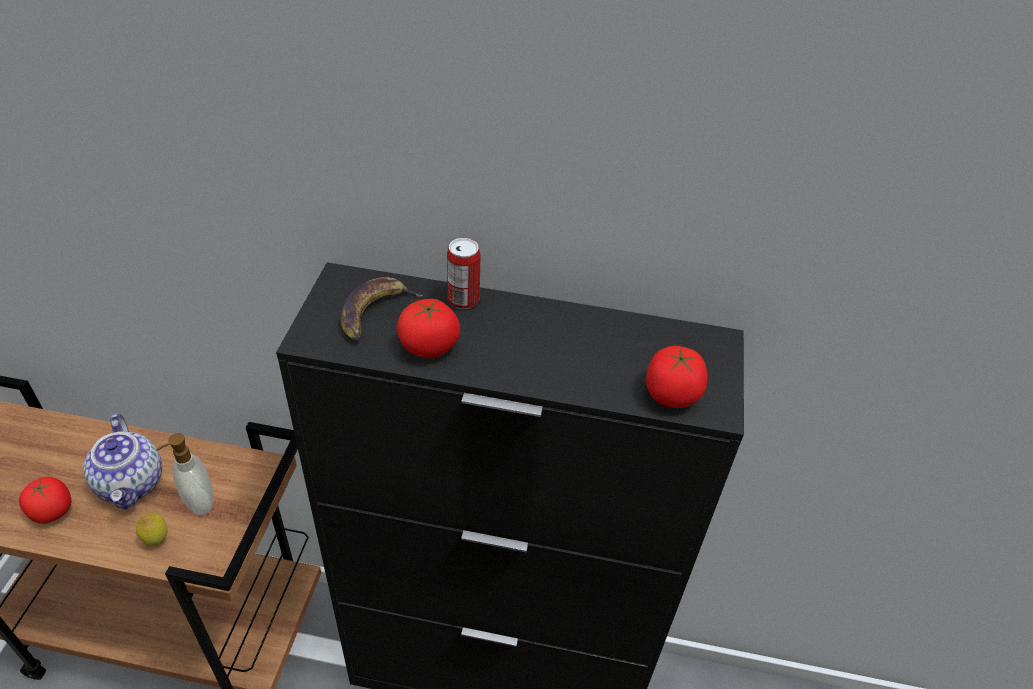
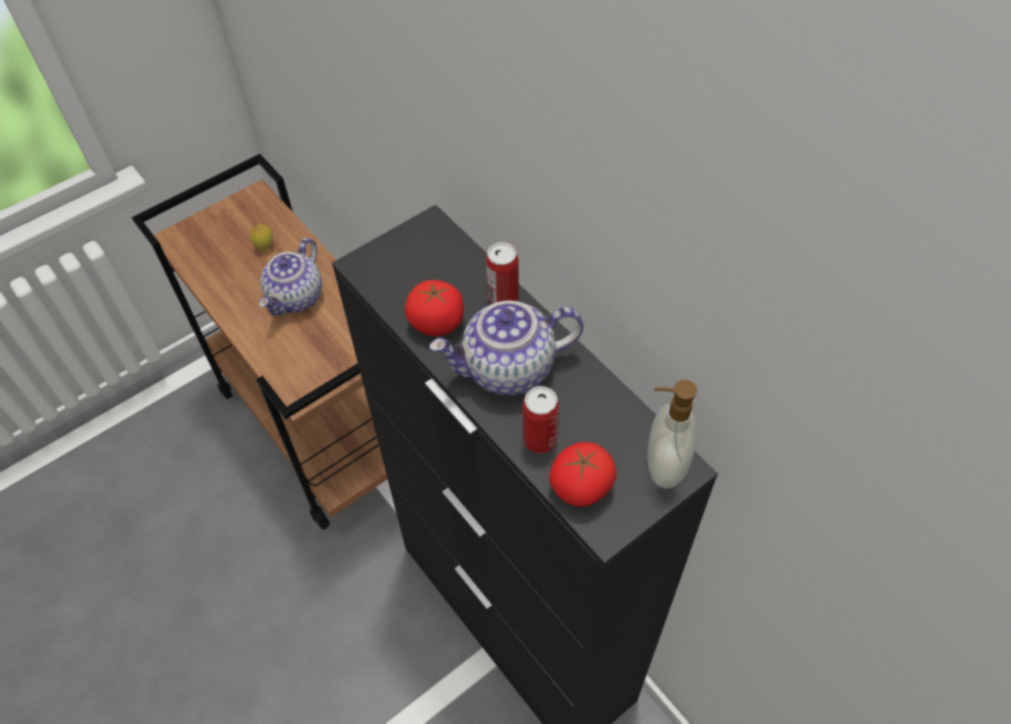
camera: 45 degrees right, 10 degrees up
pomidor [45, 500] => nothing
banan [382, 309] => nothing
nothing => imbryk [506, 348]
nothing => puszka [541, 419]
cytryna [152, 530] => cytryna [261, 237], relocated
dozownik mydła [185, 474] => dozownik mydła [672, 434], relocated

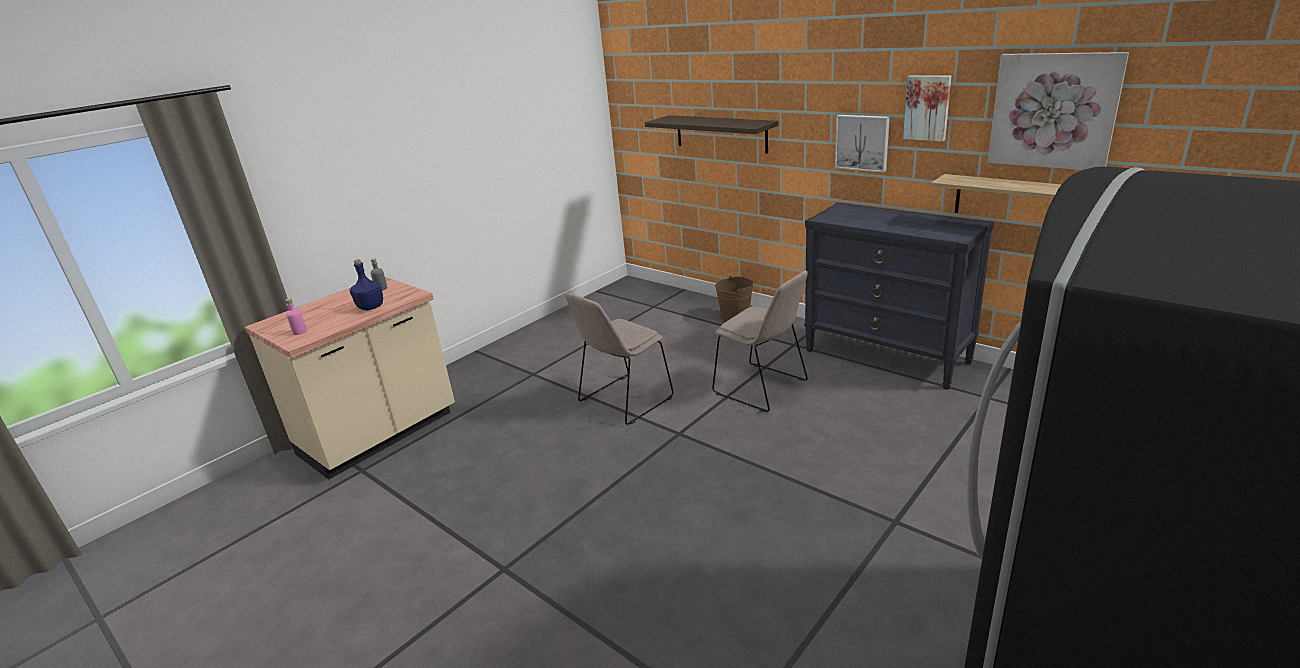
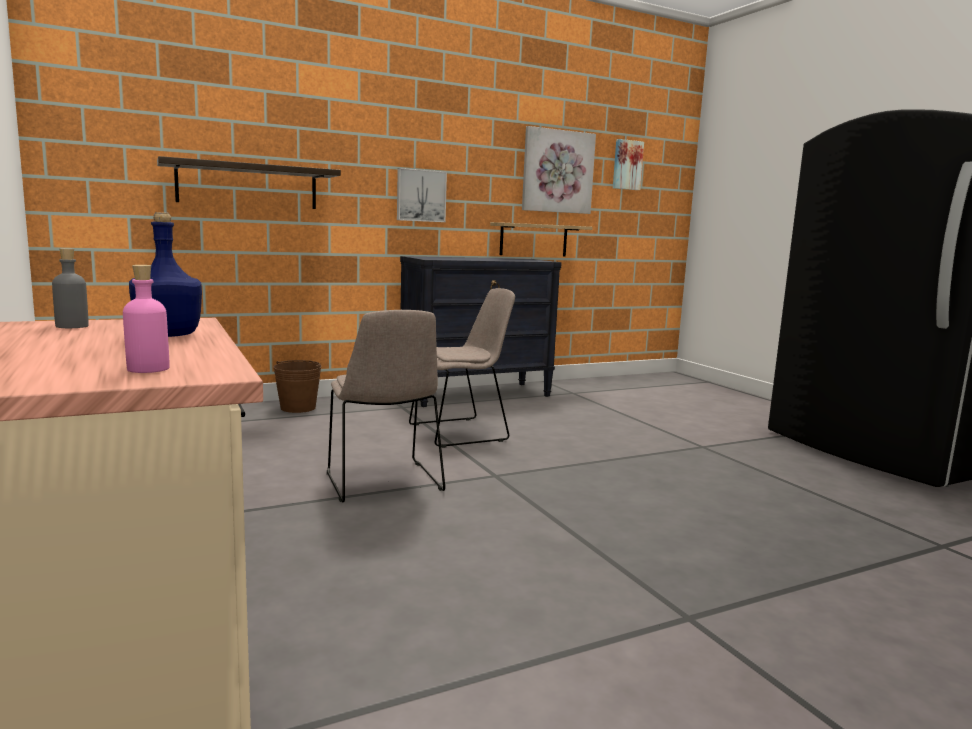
camera: 70 degrees left, 15 degrees down
obraz [927, 108] => obraz [628, 164], relocated

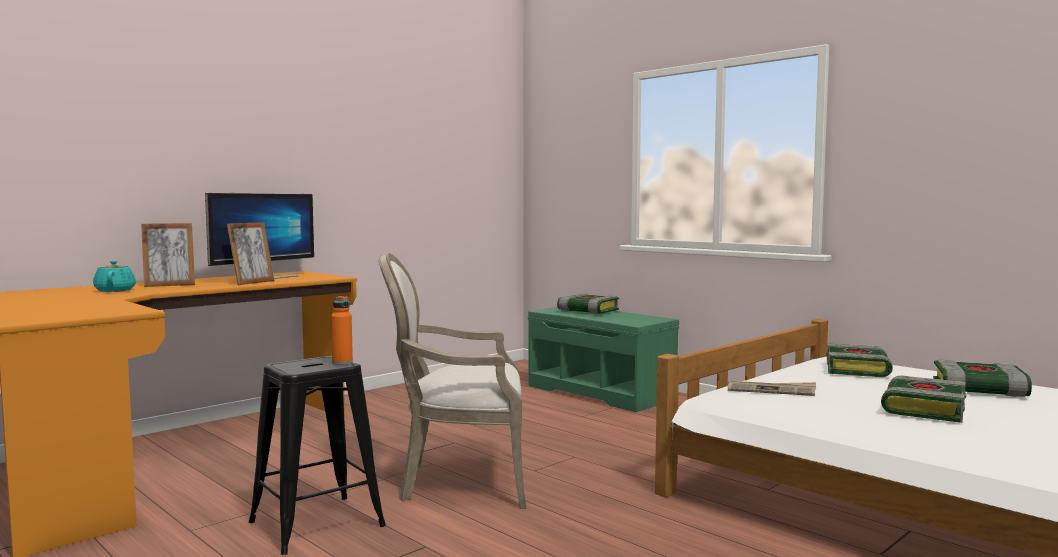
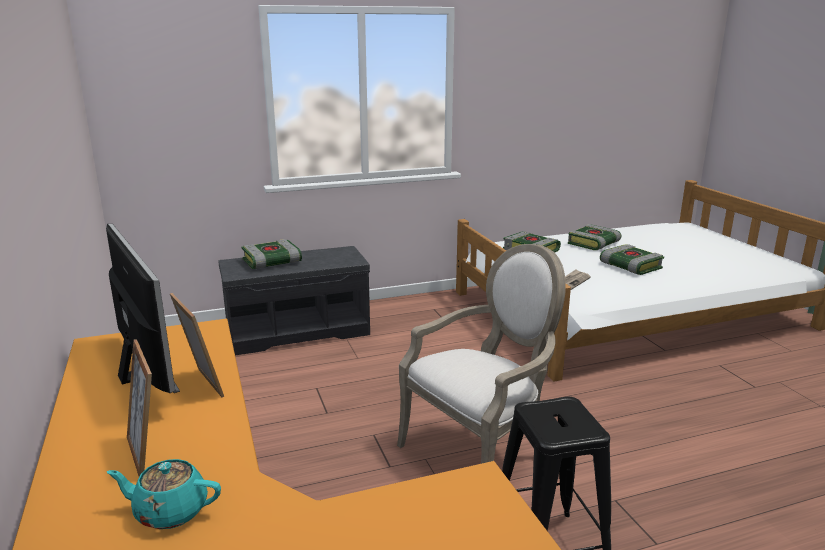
camera: 65 degrees left, 15 degrees up
butelka [pomarańczowy] [342, 330] => nothing
ławka [zielony] [603, 359] => ławka [szary] [294, 300]
ramka na zdjęcie [168, 255] => ramka na zdjęcie [139, 408], 150 degrees clockwise
fotel [452, 381] => fotel [481, 354], 150 degrees counterclockwise

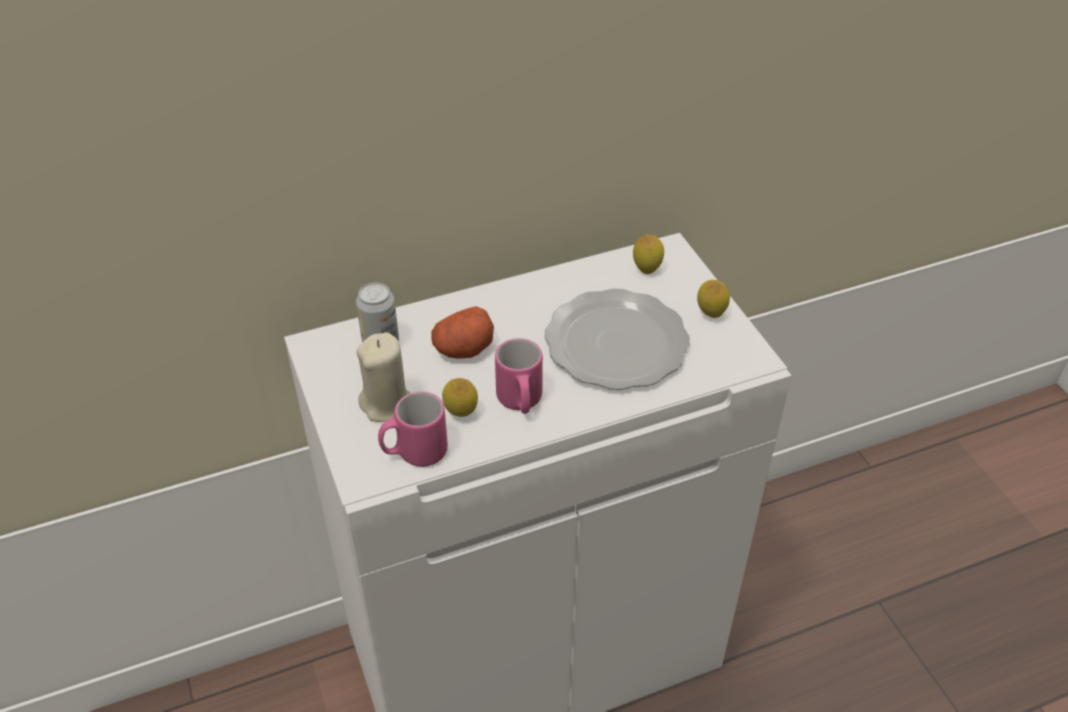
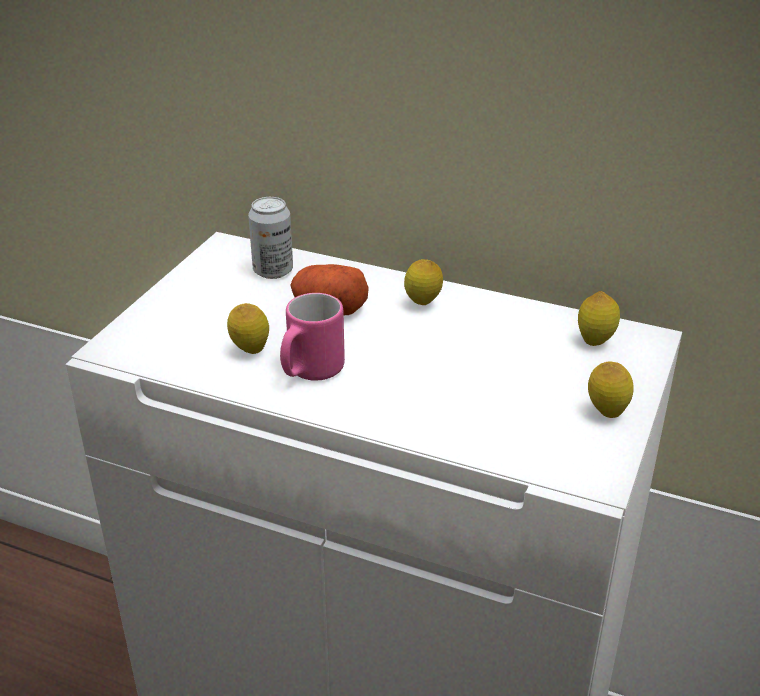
camera: 45 degrees right, 10 degrees down
świeca [beżowy] [384, 377] => nothing
kubek [różowy] [413, 429] => nothing
talerz [617, 339] => nothing
nothing => cytryna [423, 282]

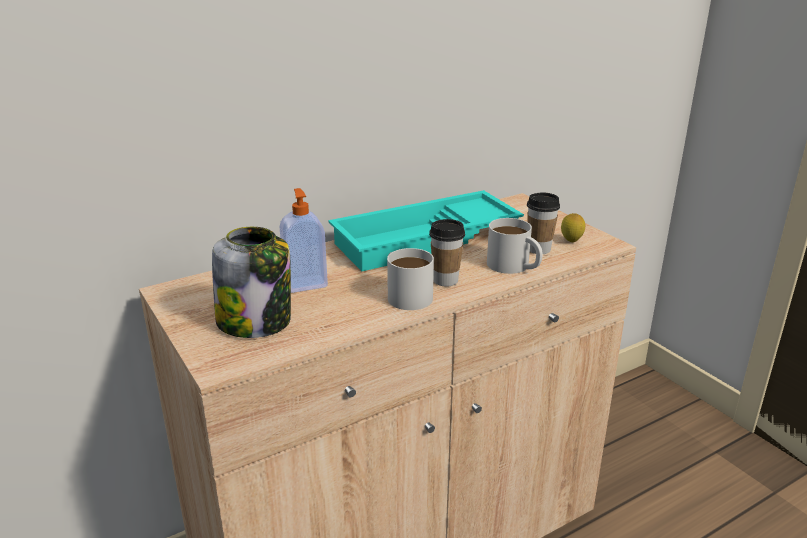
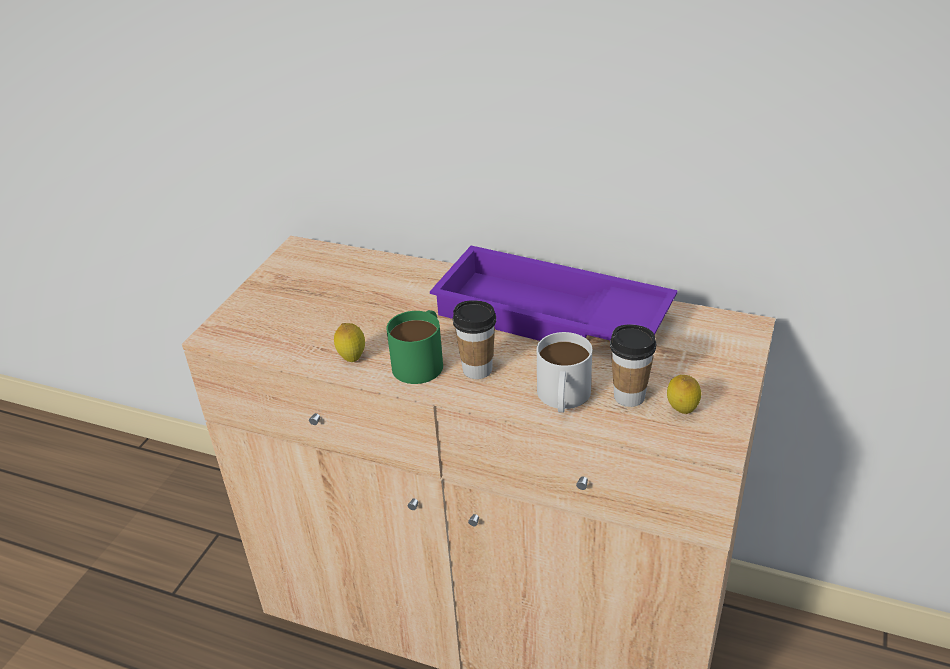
camera: 55 degrees right, 10 degrees up
słoik [251, 282] => nothing
dozownik mydła [304, 240] => nothing
nothing => cytryna [349, 342]
taca [turkusowy] [426, 230] => taca [fioletowy] [554, 293]
kubek [biały] [410, 279] => kubek [zielony] [414, 347]

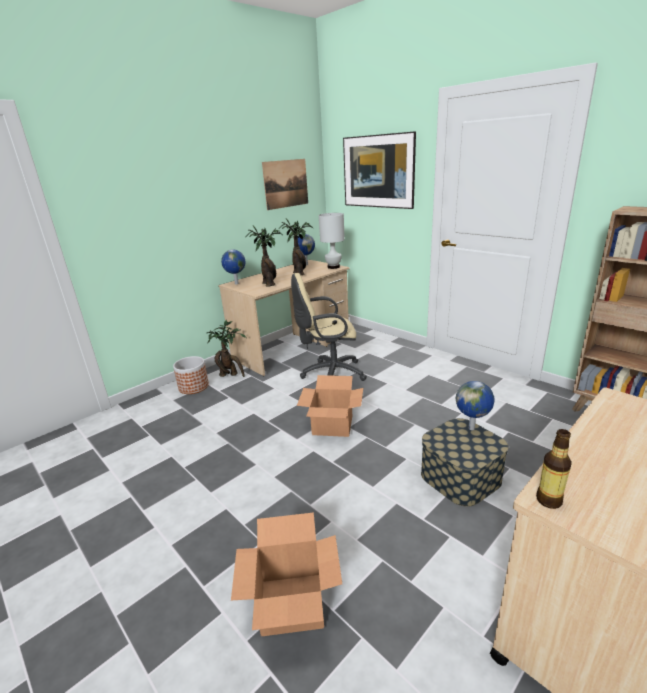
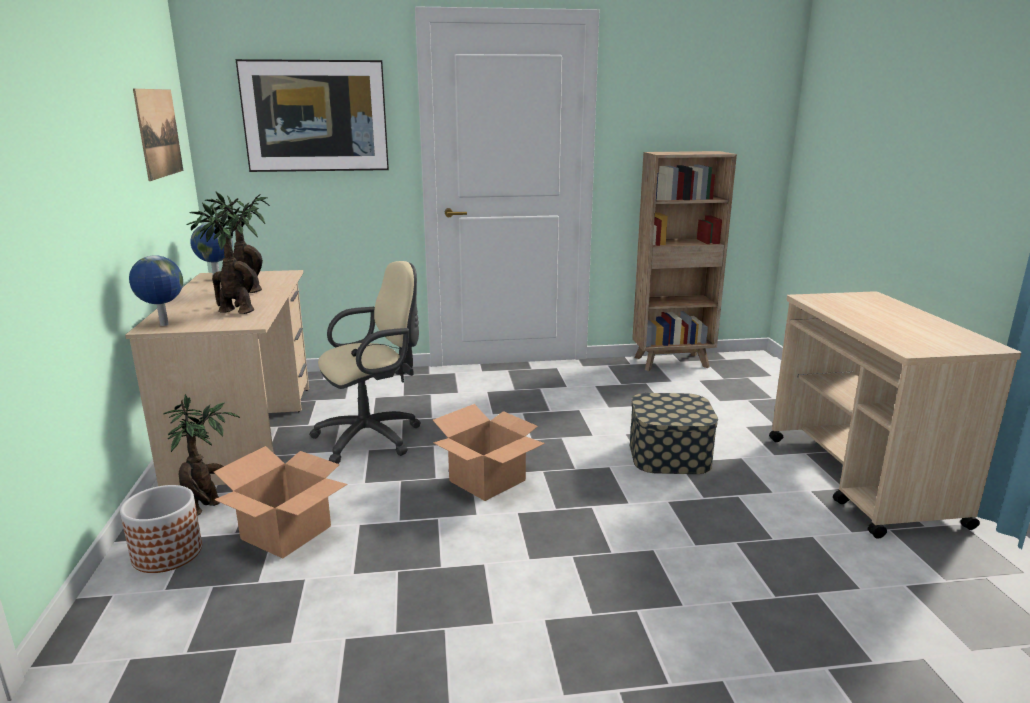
camera: 55 degrees left, 5 degrees down
lampa stołowa [biały] [332, 241] => nothing
globus [475, 405] => nothing
butelka [554, 469] => nothing
karton [286, 574] => karton [281, 502], relocated
krzesło biurowe [beżowy] [329, 327] => krzesło biurowe [beżowy] [365, 362], 150 degrees counterclockwise

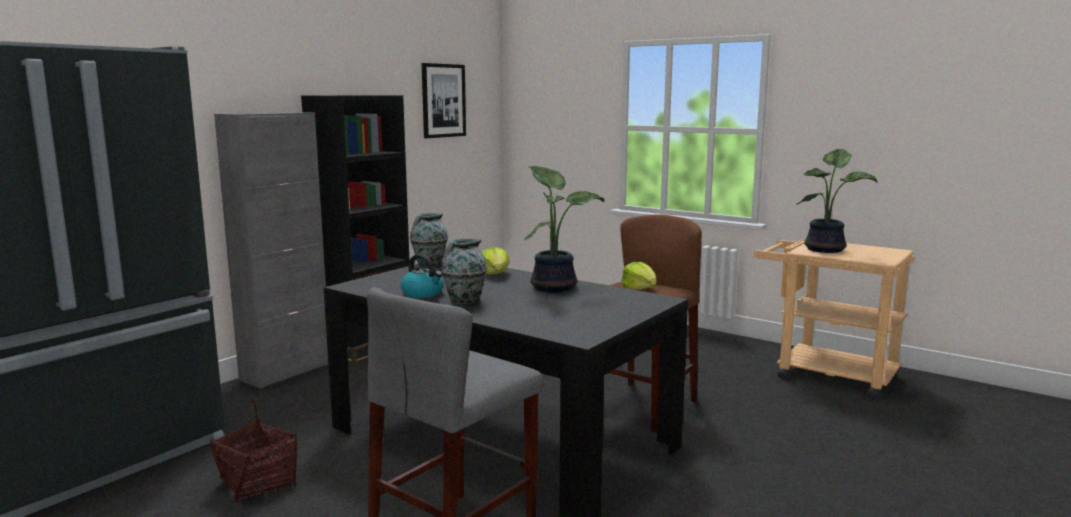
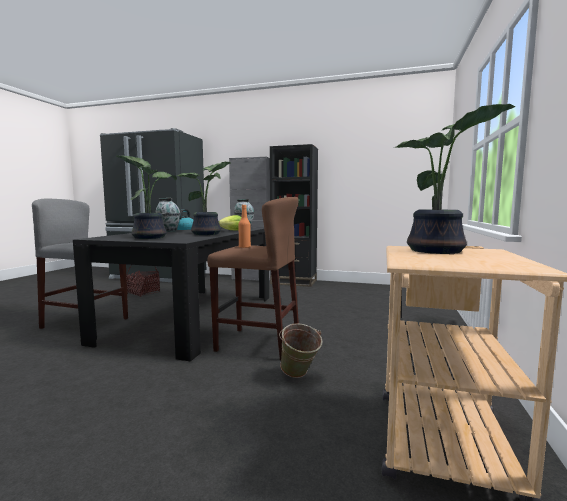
camera: 70 degrees right, 5 degrees down
obraz [444, 100] => nothing
nothing => roślina doniczkowa [146, 197]
nothing => wiadro [zielony] [300, 350]
sałata [639, 276] => butelka [pomarańczowy] [244, 226]

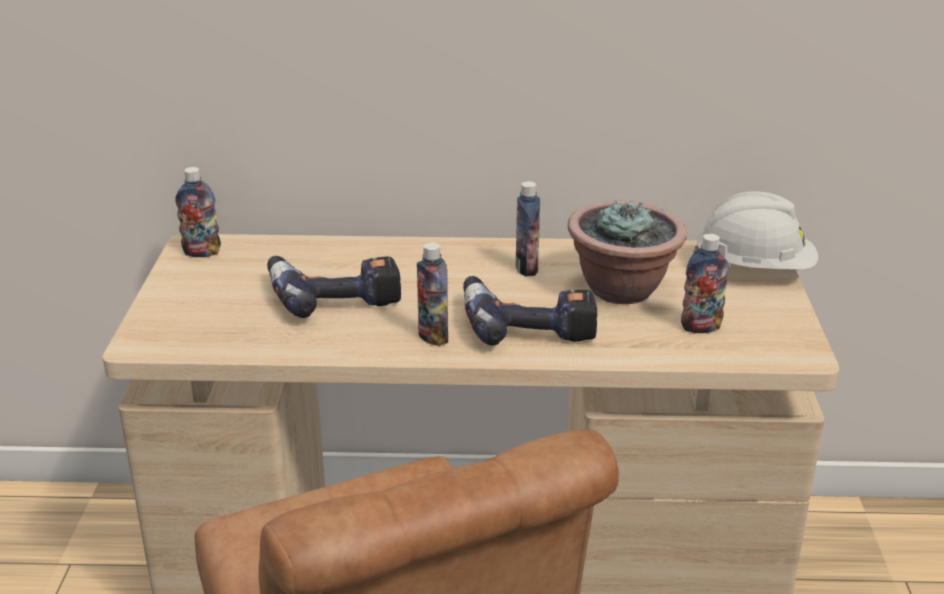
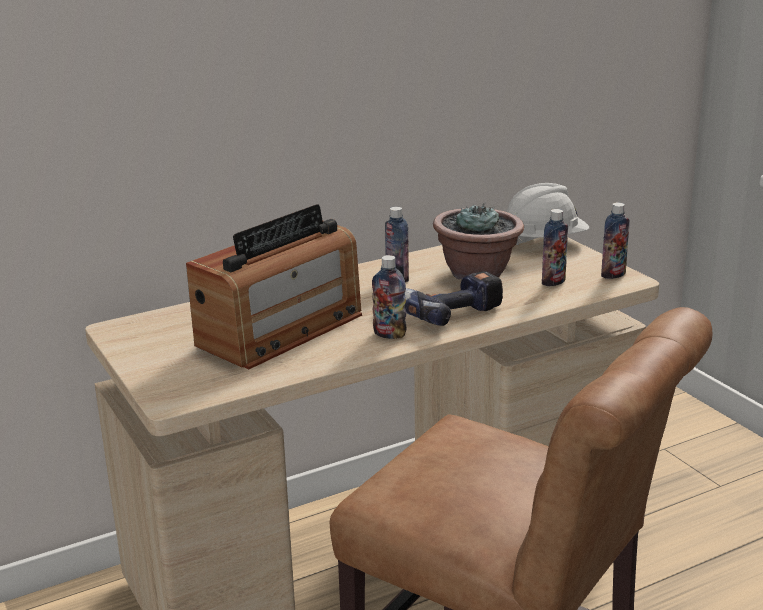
camera: 30 degrees left, 5 degrees down
butelka [198, 212] => butelka [615, 241], relocated
wiertarka [334, 287] => radio [274, 286]

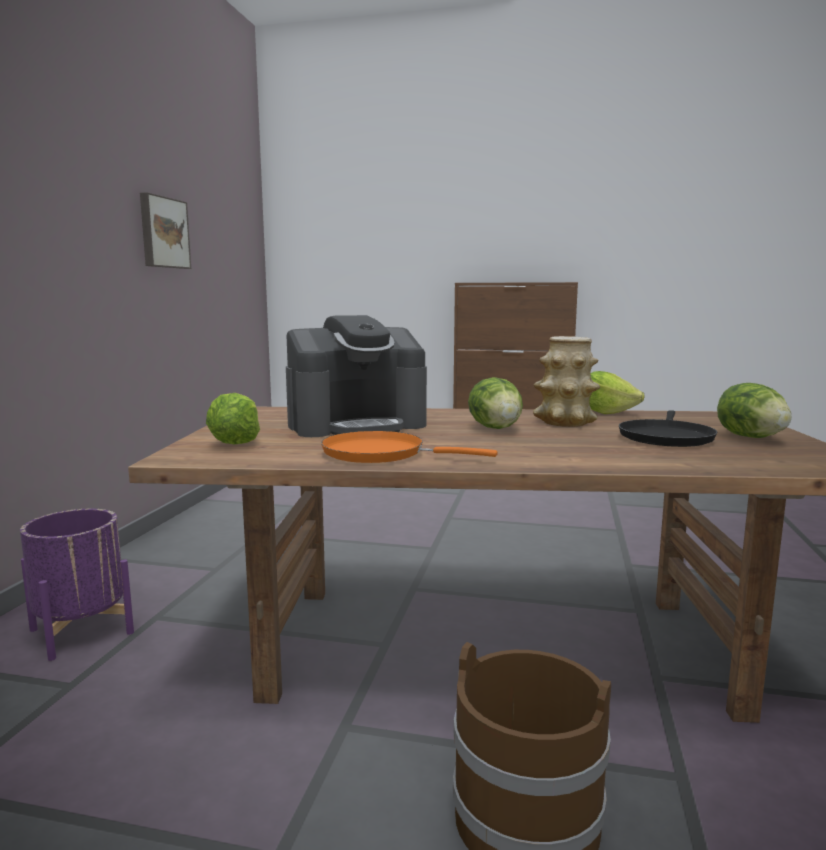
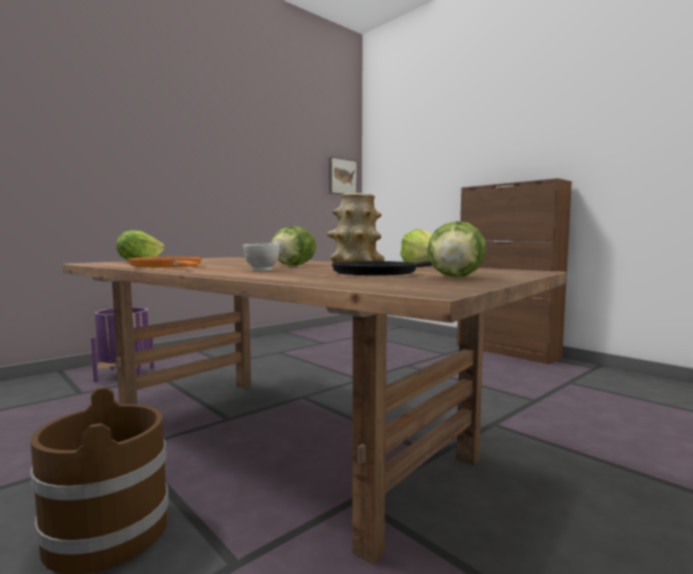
camera: 35 degrees right, 5 degrees down
ekspres do kawy [356, 376] => nothing
nothing => miska [biały] [261, 257]
obraz [165, 230] => obraz [343, 176], relocated

